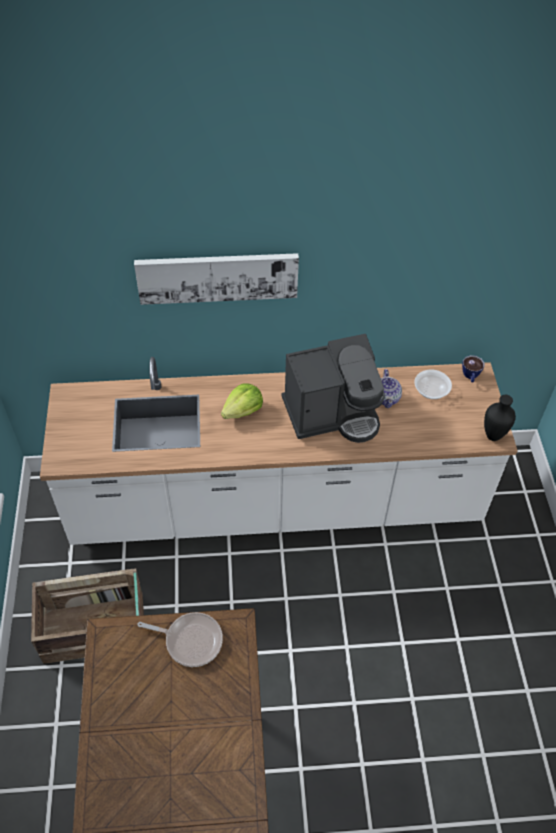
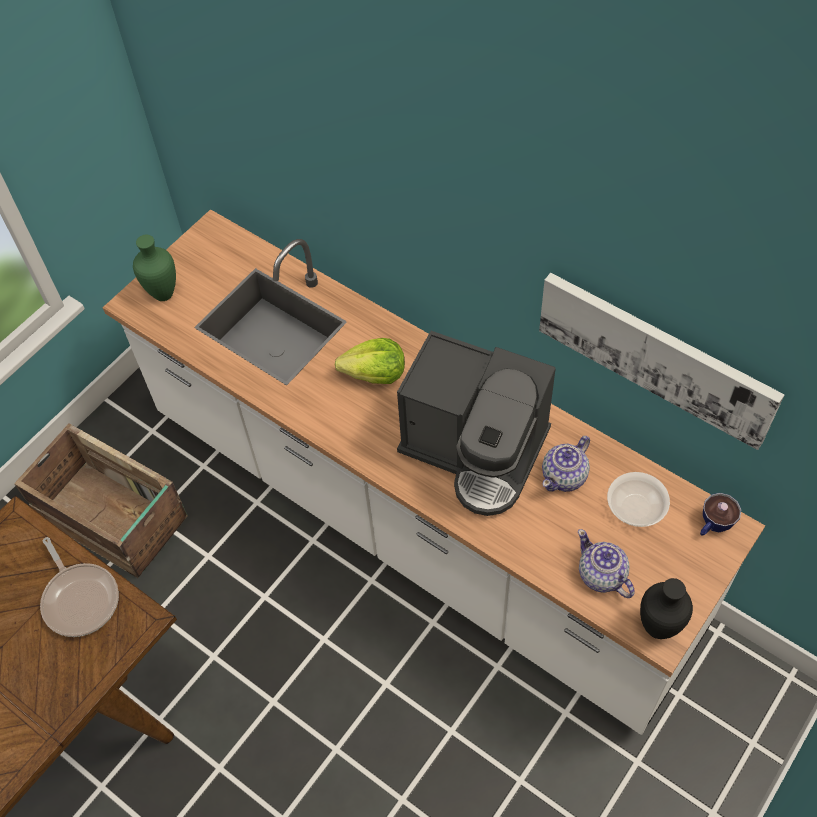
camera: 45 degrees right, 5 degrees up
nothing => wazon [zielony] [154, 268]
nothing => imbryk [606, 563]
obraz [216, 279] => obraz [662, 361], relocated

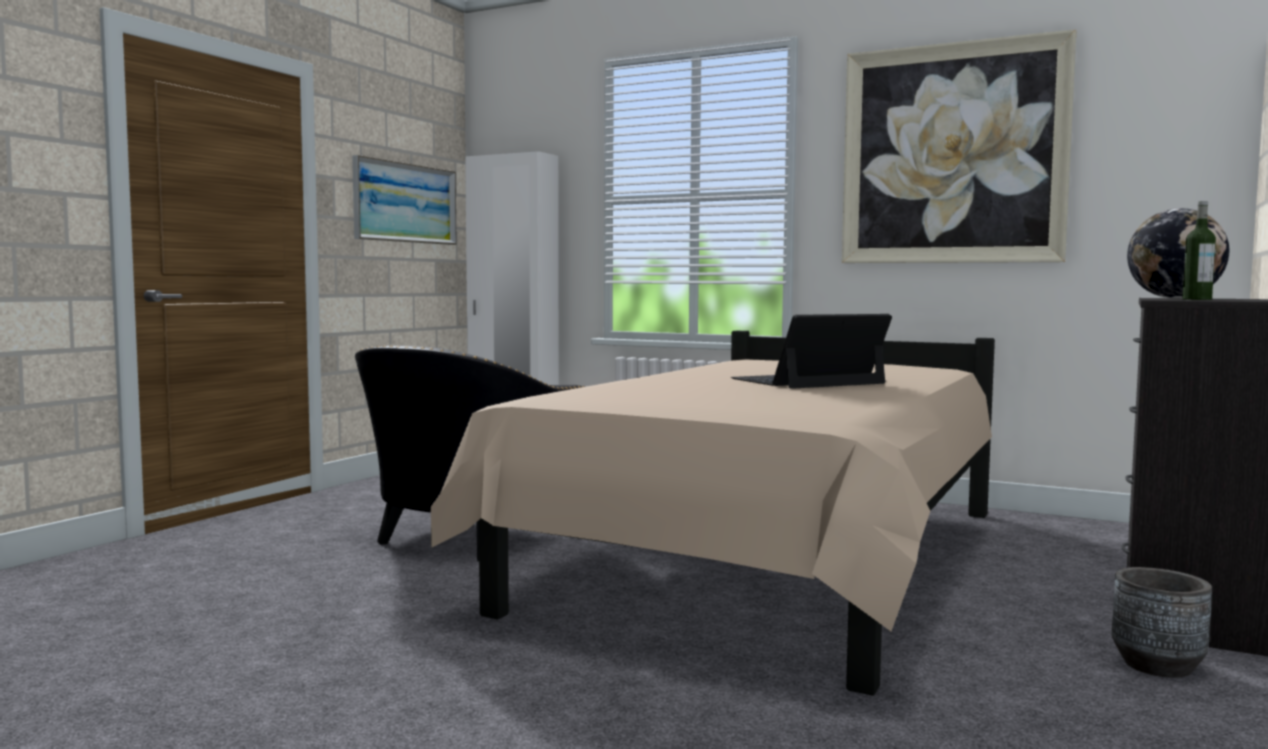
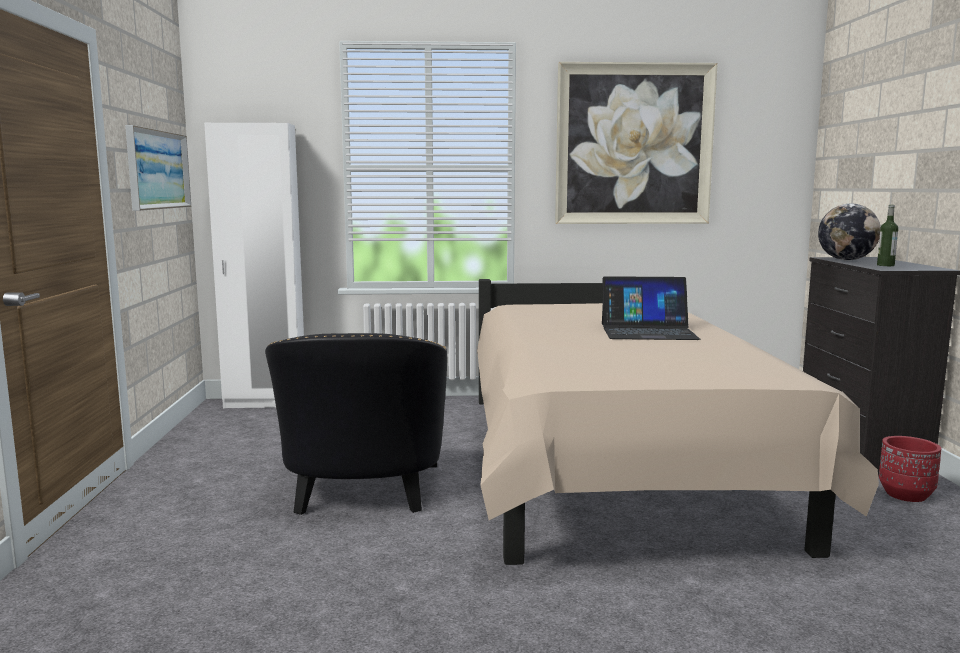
camera: 30 degrees left, 5 degrees up
donica [szary] [1162, 622] => donica [czerwony] [910, 469]
laptop [811, 351] => laptop [651, 308], 120 degrees counterclockwise

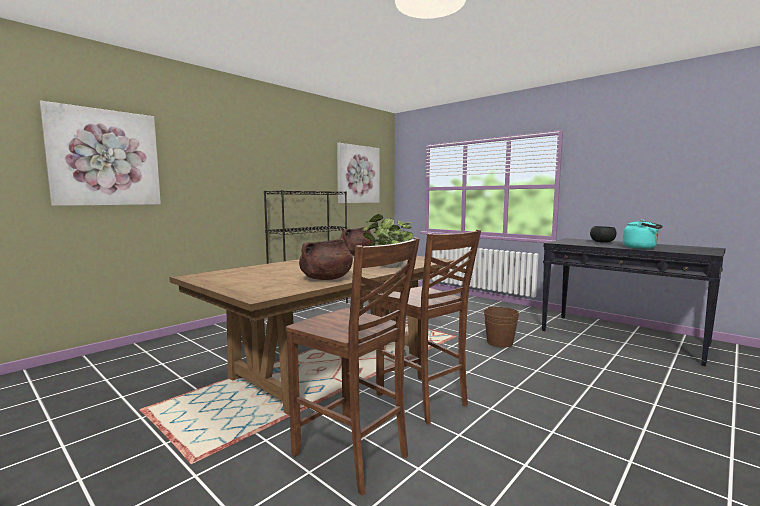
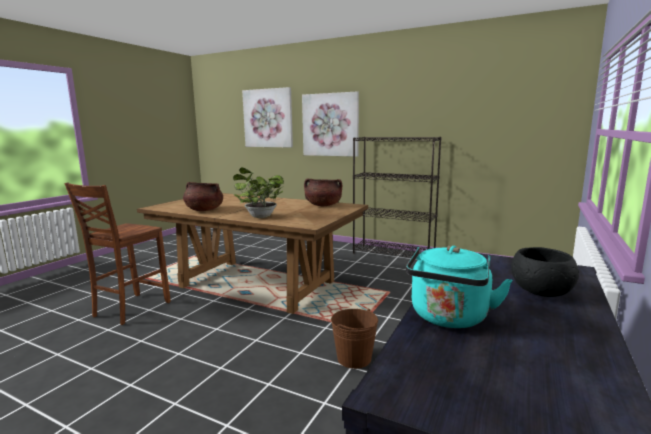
camera: 75 degrees right, 5 degrees up
krzesło [brązowy] [428, 327] => nothing
obraz [358, 173] => obraz [330, 124], relocated

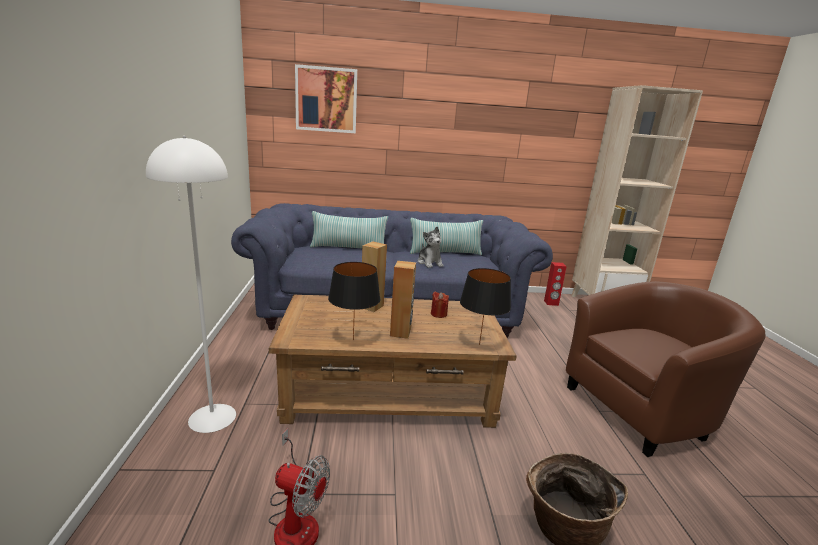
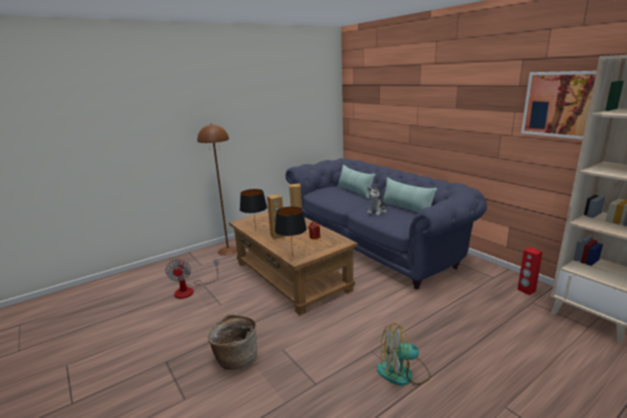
camera: 60 degrees right, 0 degrees up
obraz [326, 98] => obraz [558, 105], relocated
fotel [brązowy] [666, 369] => wentylator [404, 354]
lampa stojąca [biały] [191, 284] => lampa stojąca [brązowy] [217, 189]

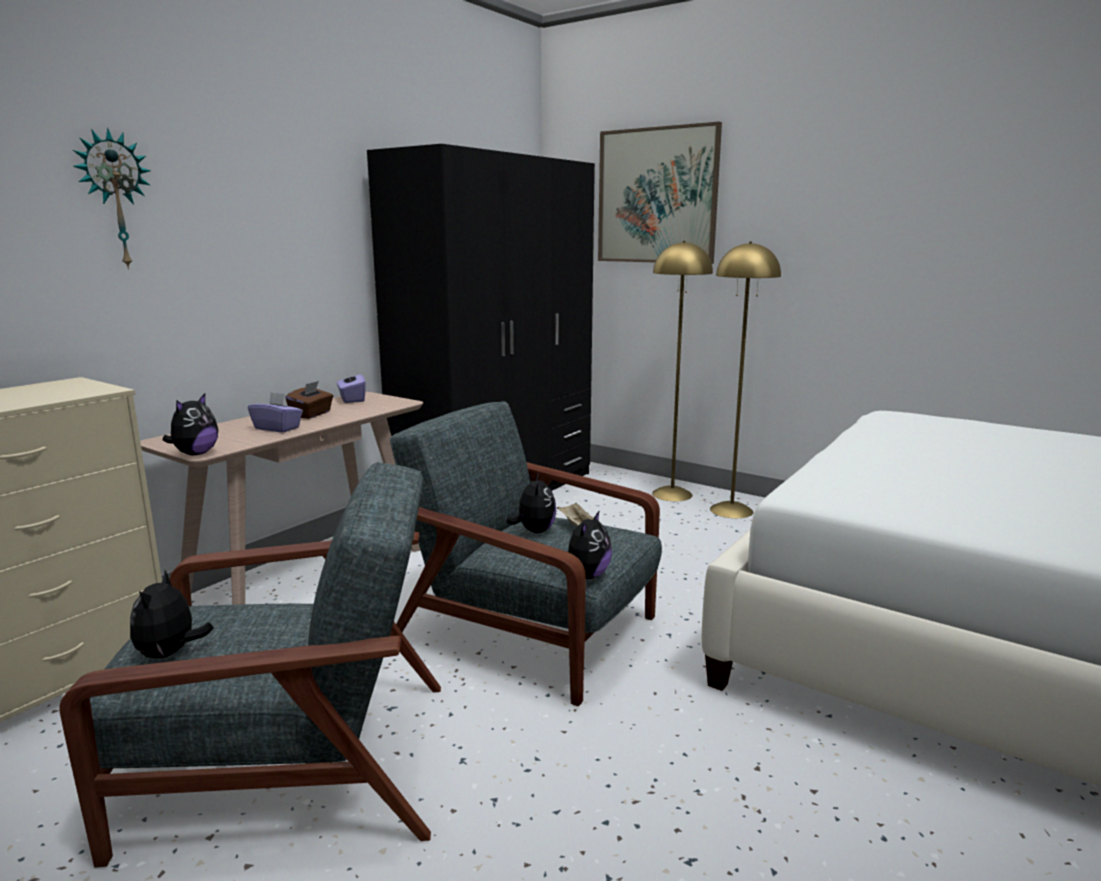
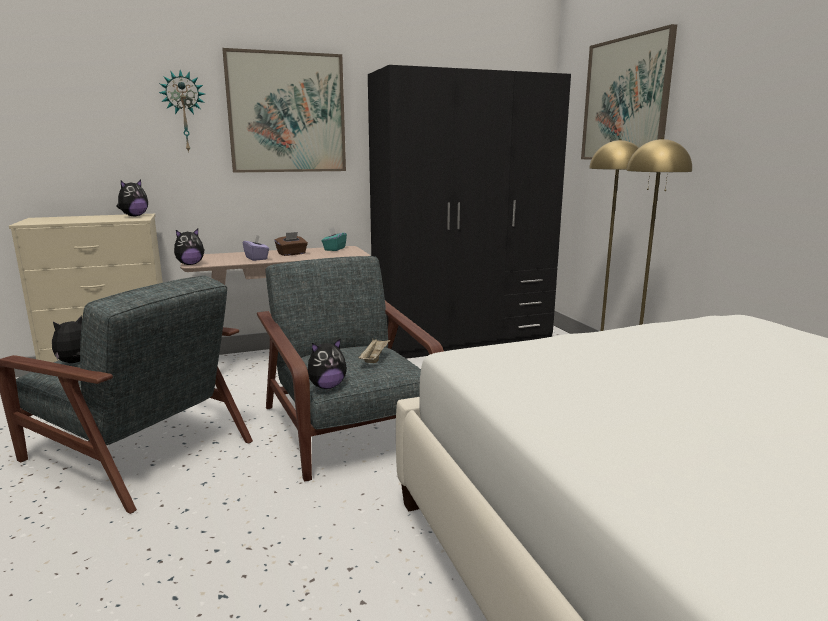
camera: 35 degrees right, 0 degrees up
nothing => obraz [284, 110]
pluszak [531, 502] => pluszak [132, 198], relocated
pudełko chusteczek [fioletowy] [351, 385] => pudełko chusteczek [turkusowy] [334, 239]

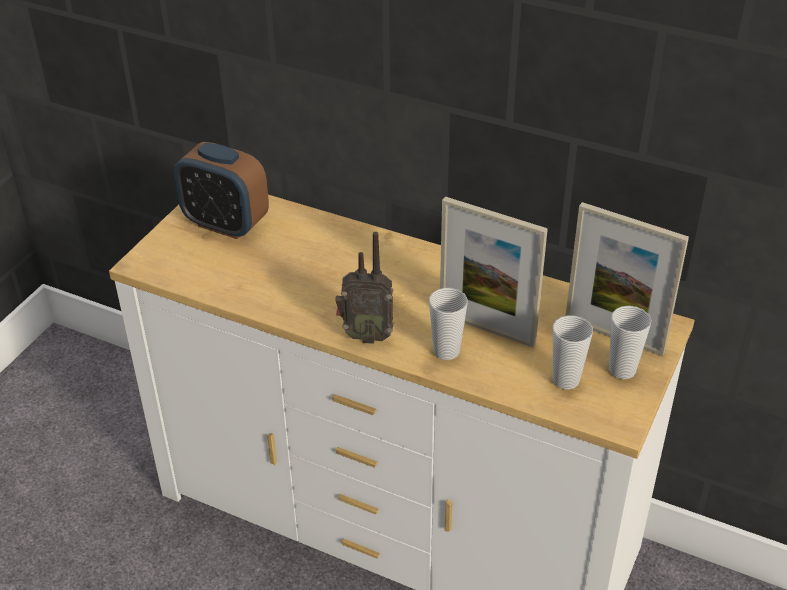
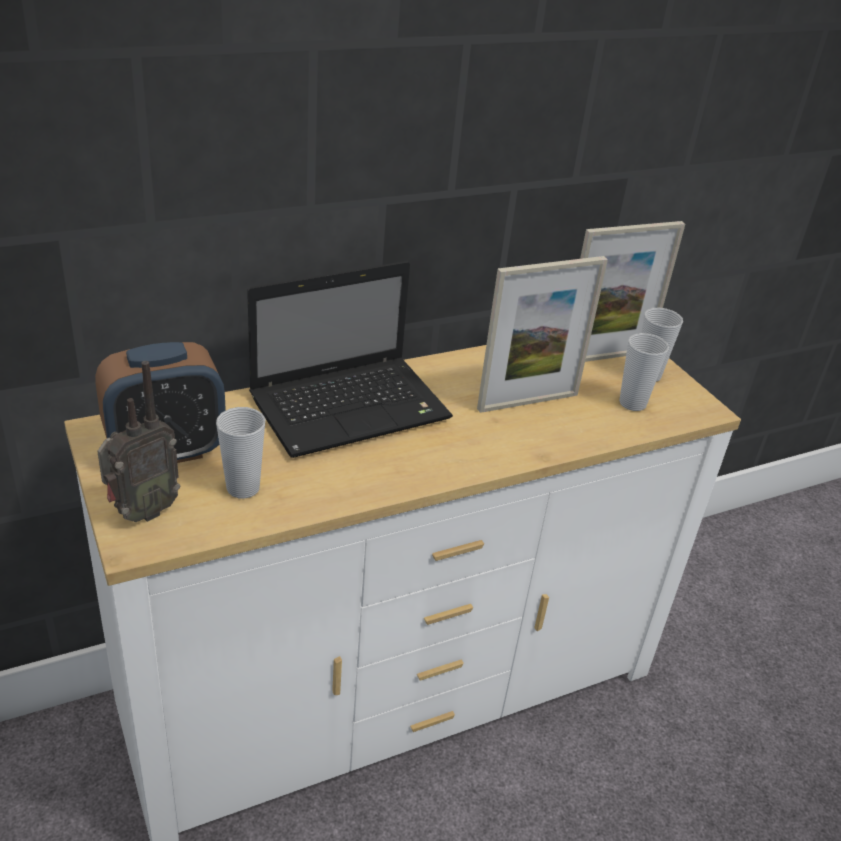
camera: 55 degrees left, 5 degrees down
nothing => laptop [350, 359]
radio [364, 288] => radio [138, 441], relocated
filiżanka [448, 324] => filiżanka [241, 453], relocated

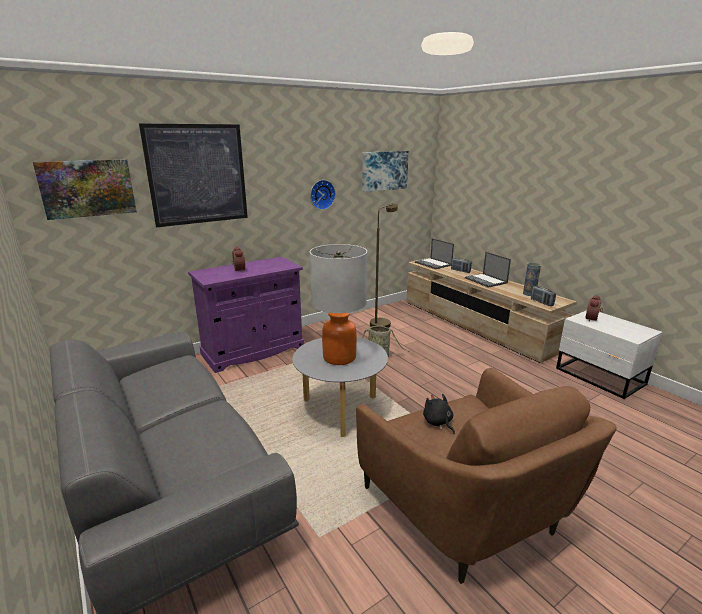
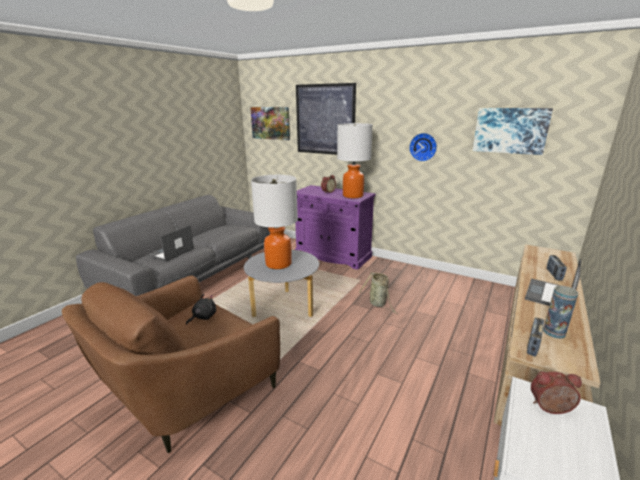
camera: 65 degrees right, 0 degrees up
lampa stojąca [brązowy] [384, 265] => nothing
nothing => lampa stołowa [355, 160]
laptop [434, 254] => laptop [170, 243], relocated

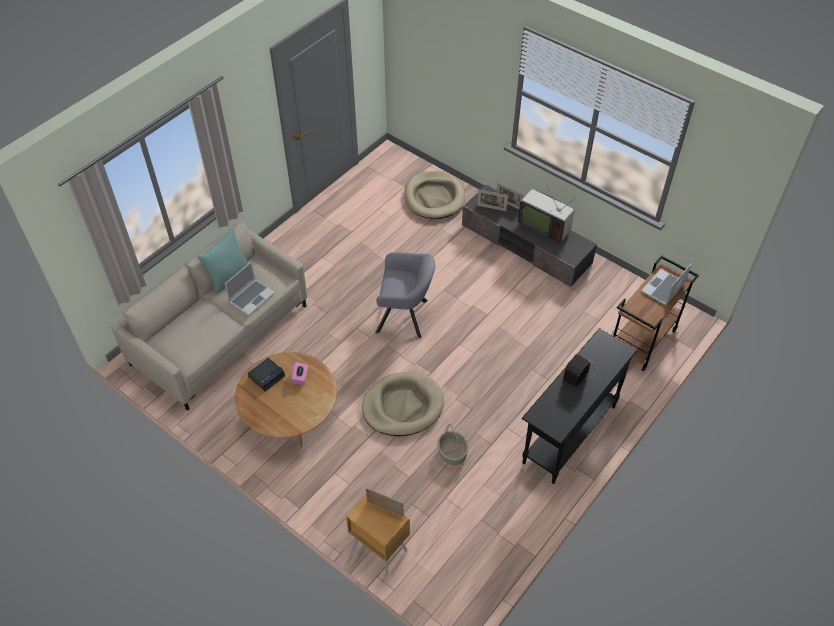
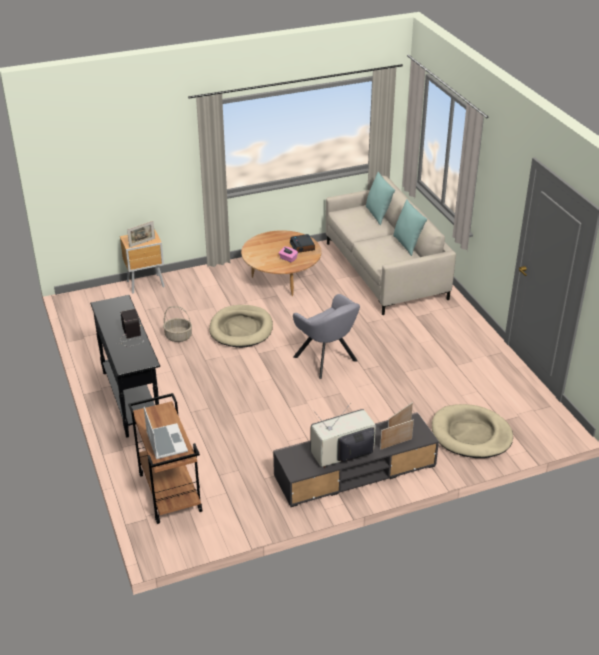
camera: 120 degrees right, 15 degrees down
laptop [250, 288] => nothing
nothing => poduszka [turkusowy] [380, 198]
fotel [szary] [405, 295] => fotel [szary] [326, 336], 75 degrees counterclockwise

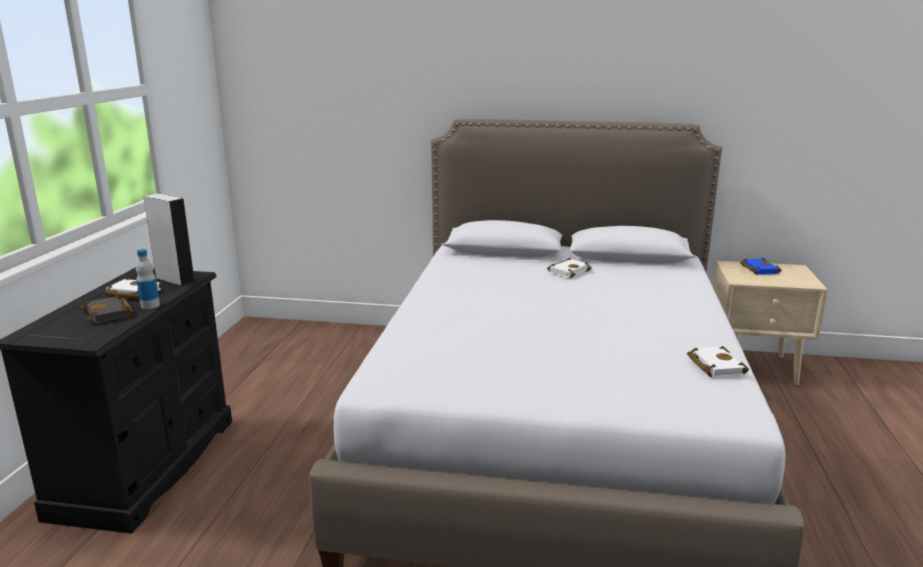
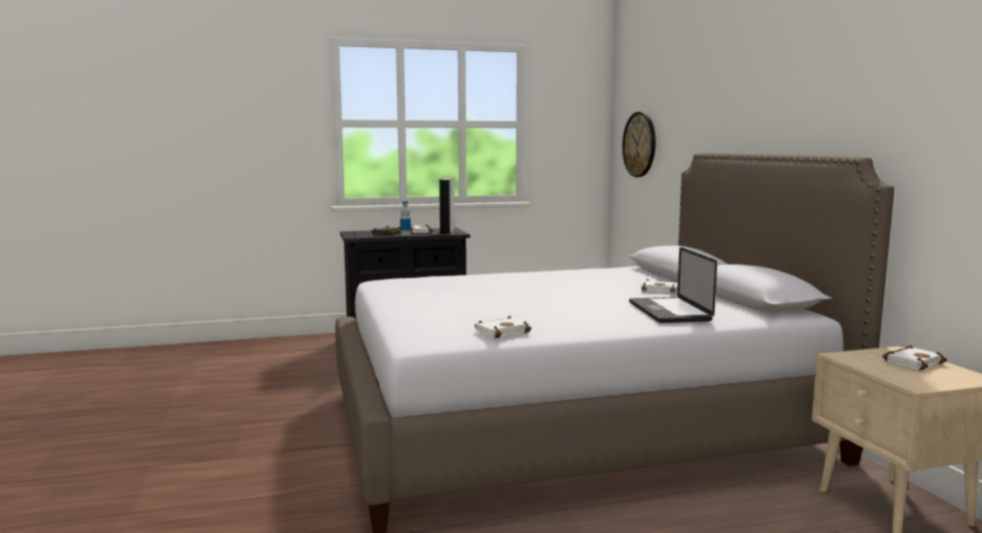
camera: 65 degrees right, 10 degrees down
nothing => zegar ścienny [639, 144]
nothing => laptop [673, 285]
książka [niebieski] [761, 266] => książka [biały] [914, 358]

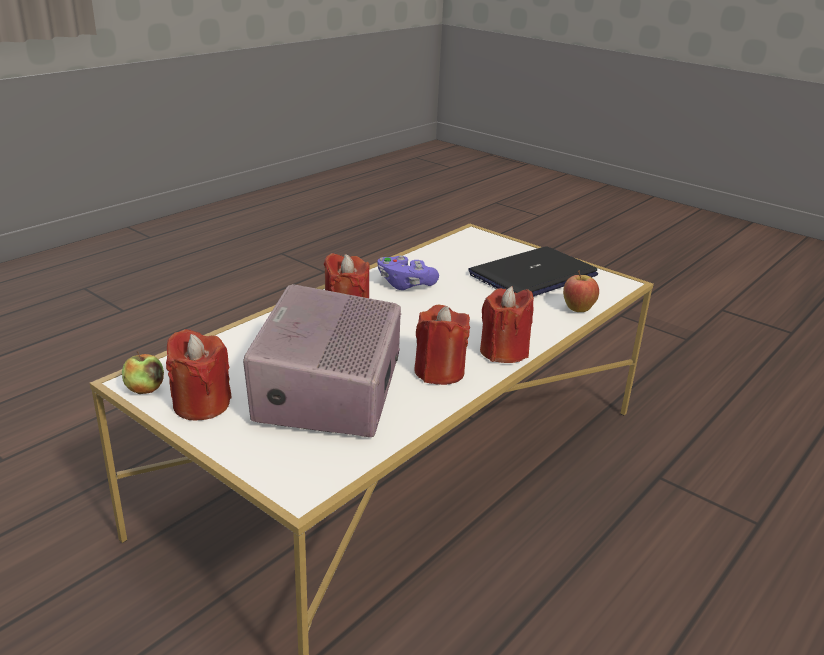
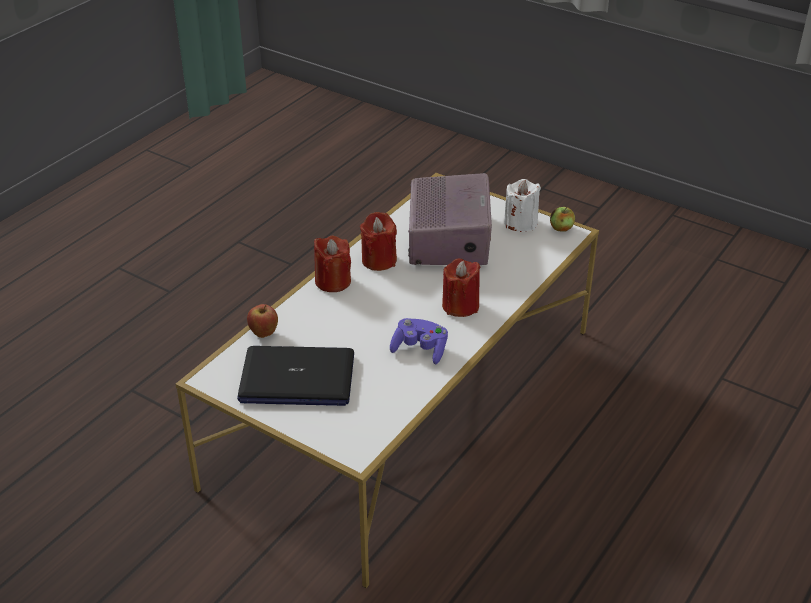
camera: 175 degrees right, 10 degrees up
świeca [czerwony] [198, 374] => świeca [biały] [522, 205]
laptop [533, 271] => laptop [295, 376], 45 degrees clockwise

